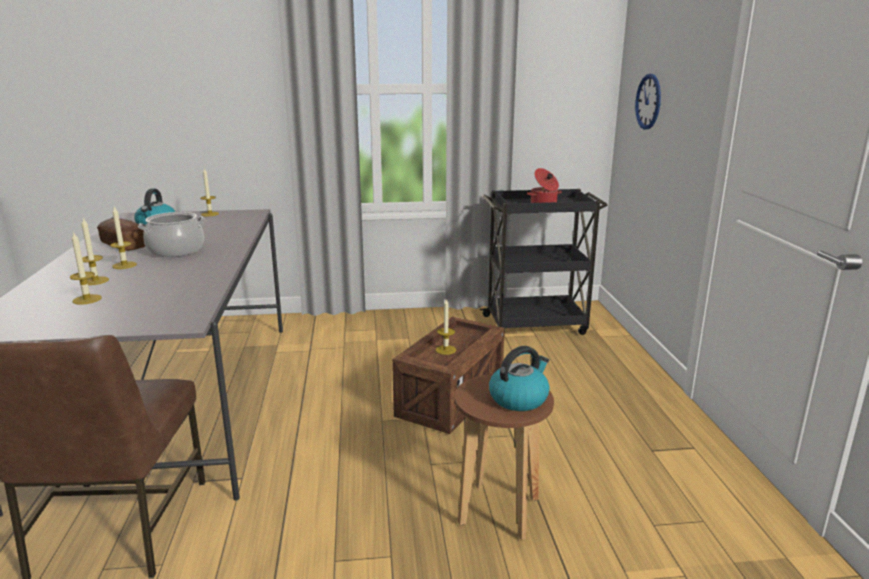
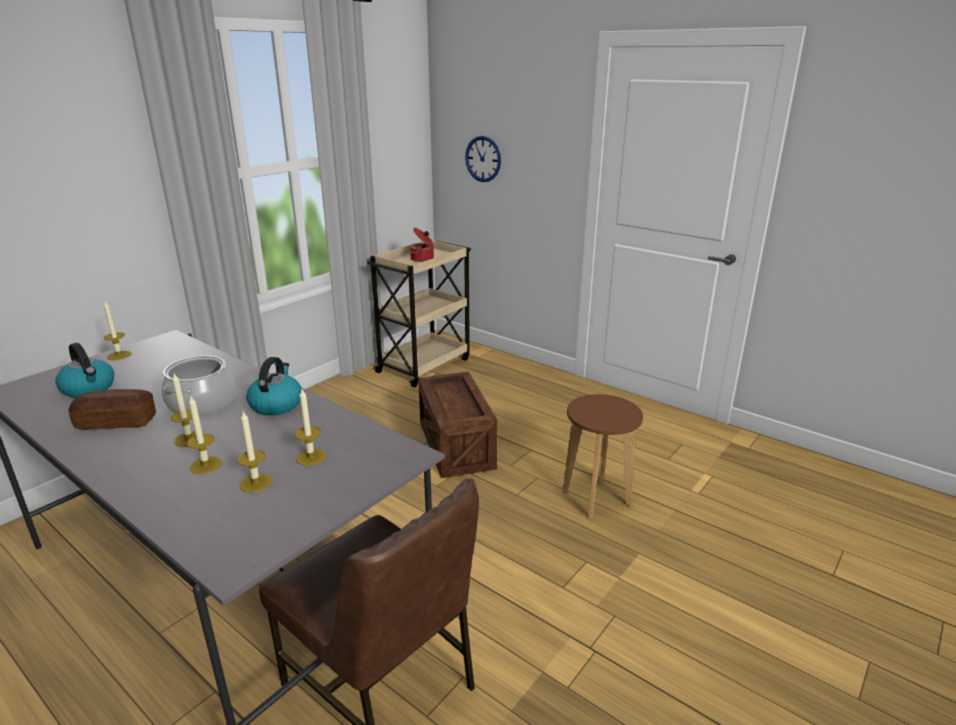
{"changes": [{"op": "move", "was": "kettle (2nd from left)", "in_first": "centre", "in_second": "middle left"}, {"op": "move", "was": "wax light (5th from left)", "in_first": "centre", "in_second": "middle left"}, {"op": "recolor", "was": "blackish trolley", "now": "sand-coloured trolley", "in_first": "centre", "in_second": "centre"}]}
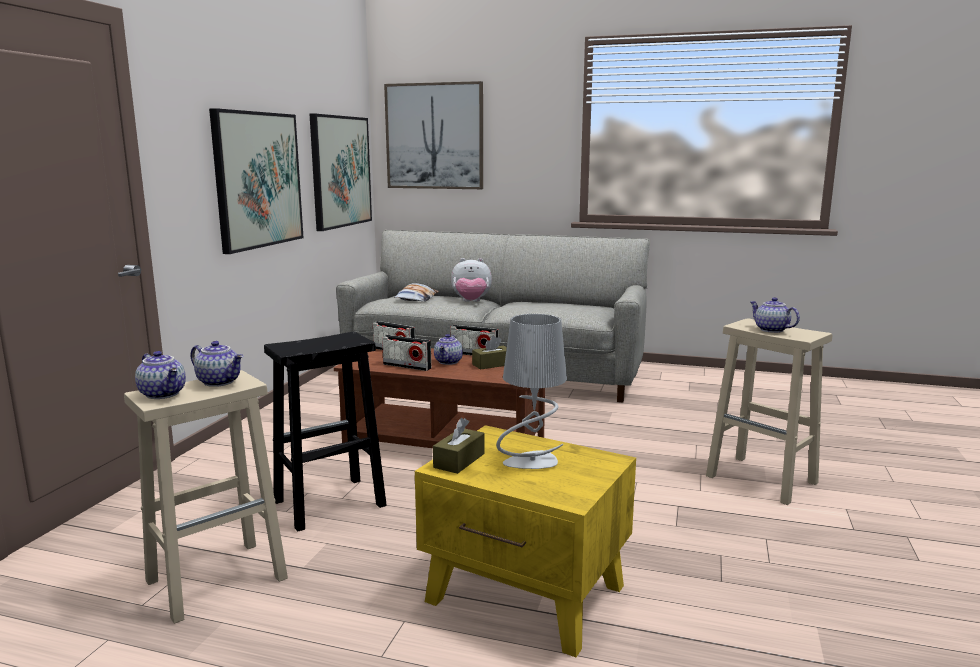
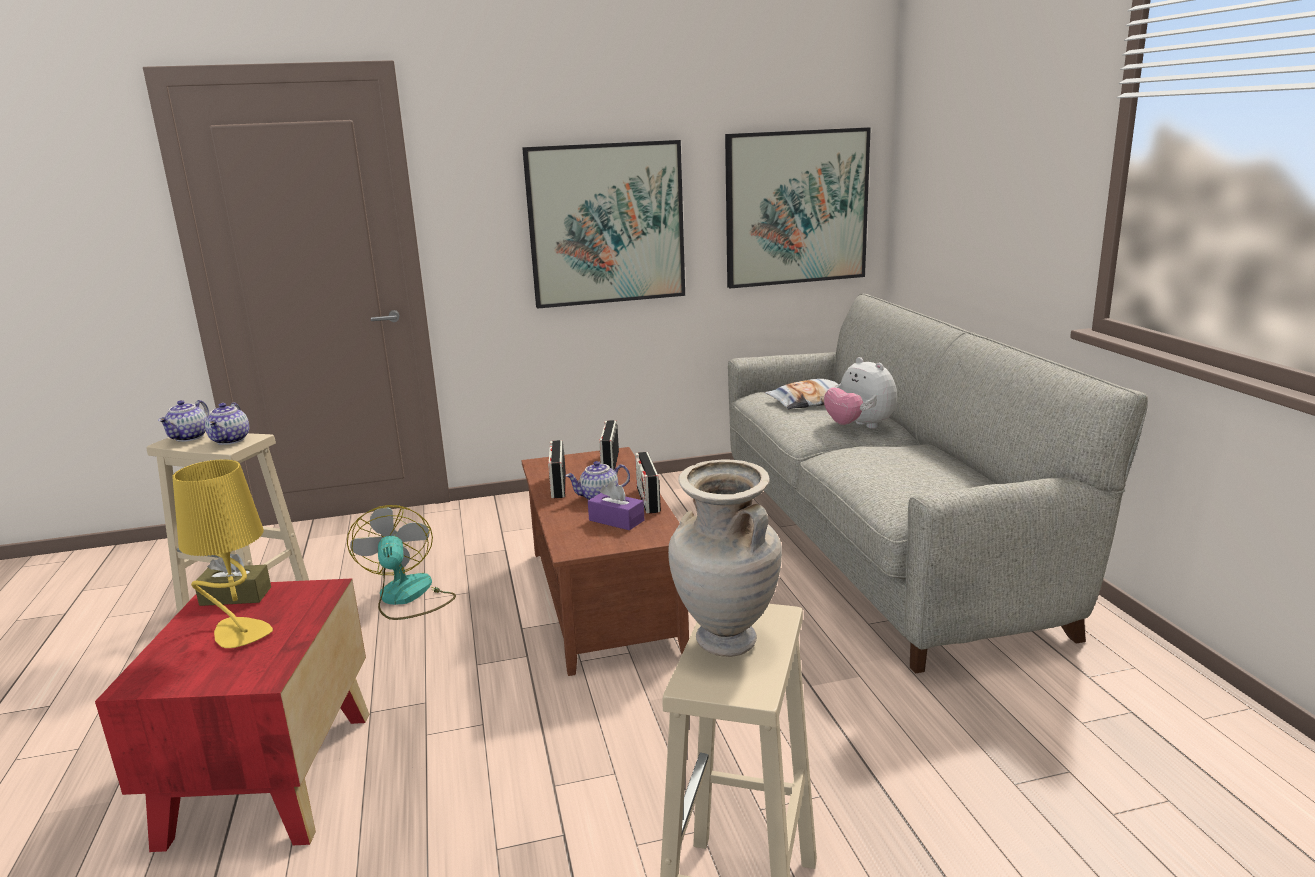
{"changes": [{"op": "recolor", "was": "yellow-coloured end table", "now": "red-coloured end table", "in_first": "bottom centre", "in_second": "bottom left"}, {"op": "recolor", "was": "gray lamp for a table", "now": "yellow-coloured lamp for a table", "in_first": "centre", "in_second": "middle left"}, {"op": "replace", "was": "blackish stool", "now": "cooling fan", "in_first": "middle left", "in_second": "middle left"}, {"op": "recolor", "was": "brown tissue holder (2nd from left)", "now": "purplish tissue holder", "in_first": "centre", "in_second": "centre"}, {"op": "replace", "was": "teapot (4th from left)", "now": "sand-coloured flower vase", "in_first": "middle right", "in_second": "centre"}, {"op": "delete", "was": "wall picture (3rd from left)", "in_first": "top centre"}]}
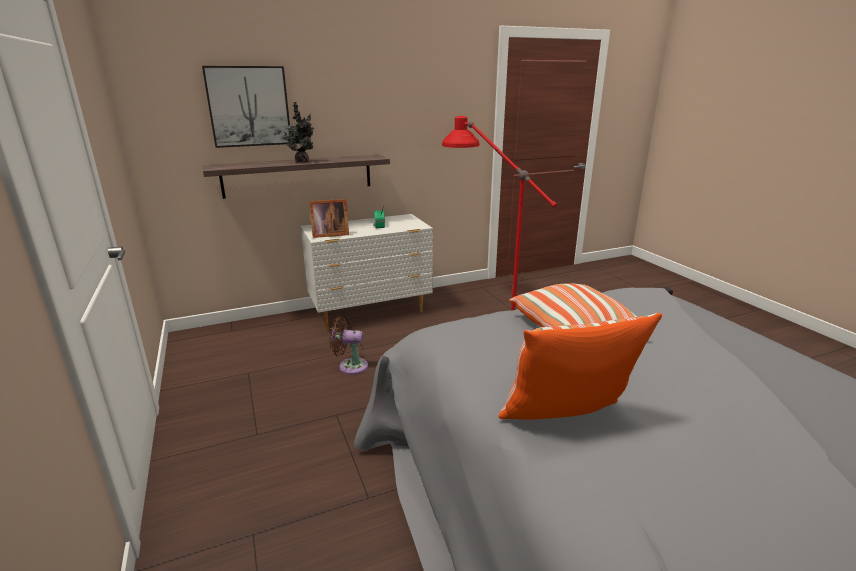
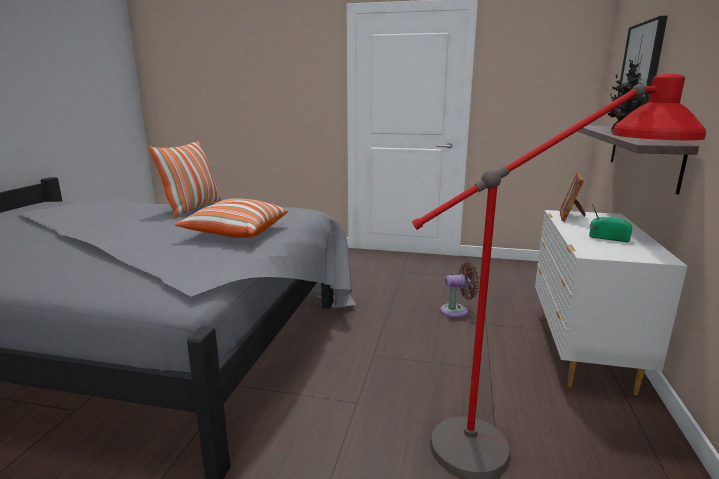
{"changes": [{"op": "rotate", "was": "brown cooling fan", "in_first": "centre", "in_second": "centre", "clockwise": 45}]}
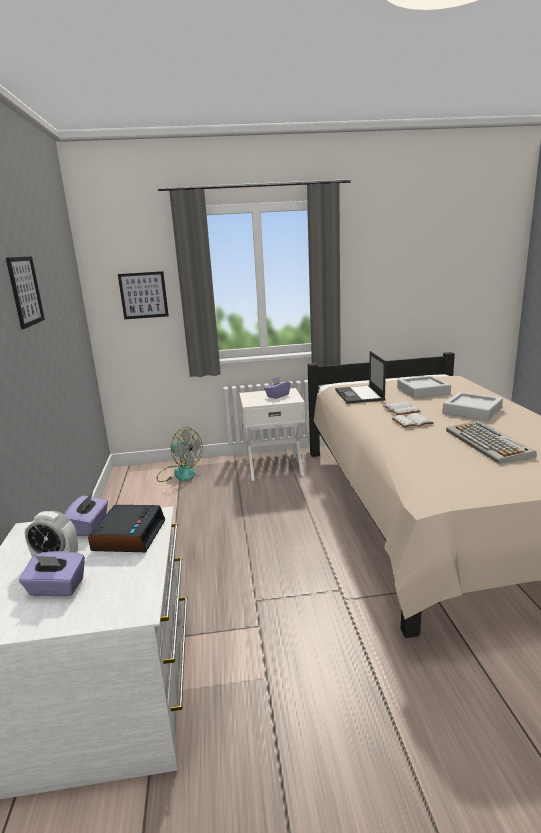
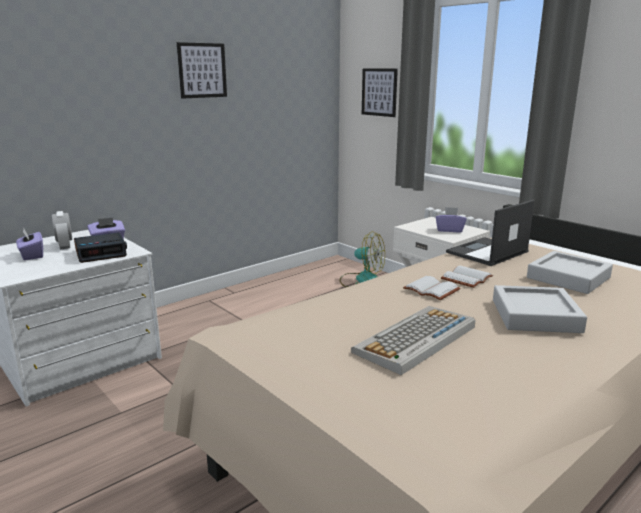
{"changes": [{"op": "rotate", "was": "cooling fan", "in_first": "middle left", "in_second": "centre", "clockwise": -60}]}
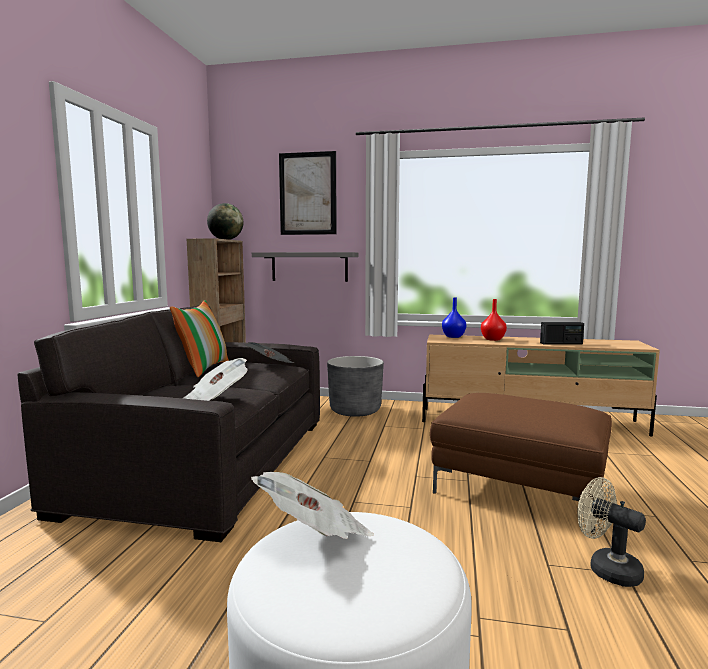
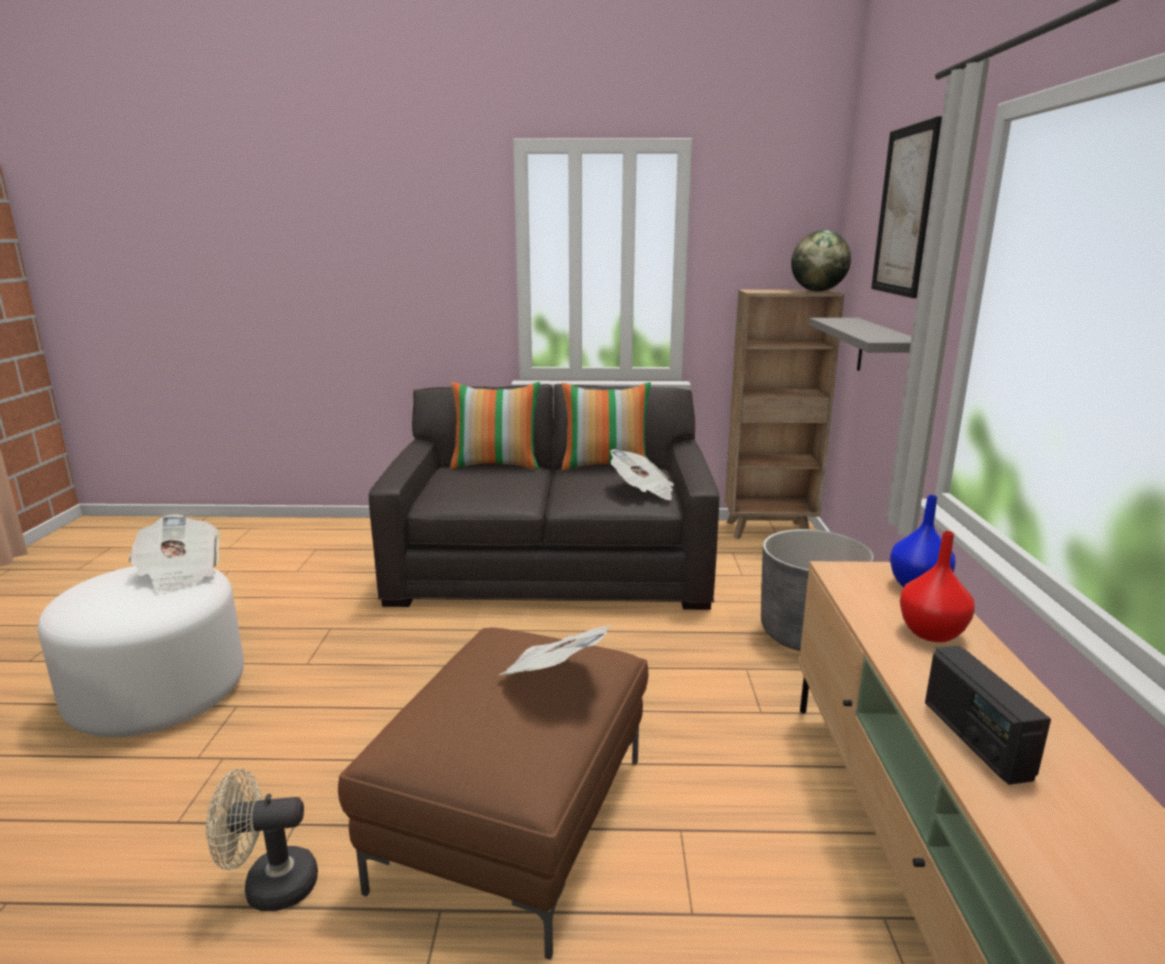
{"changes": [{"op": "rotate", "was": "sand-coloured cooling fan", "in_first": "bottom right", "in_second": "bottom left", "clockwise": -135}, {"op": "insert", "now": "pillow (1st from left)", "in_second": "centre"}, {"op": "move", "was": "printed paper (1st from left in the first image)", "now": "printed paper (2nd from left)", "in_first": "middle left", "in_second": "bottom centre"}]}
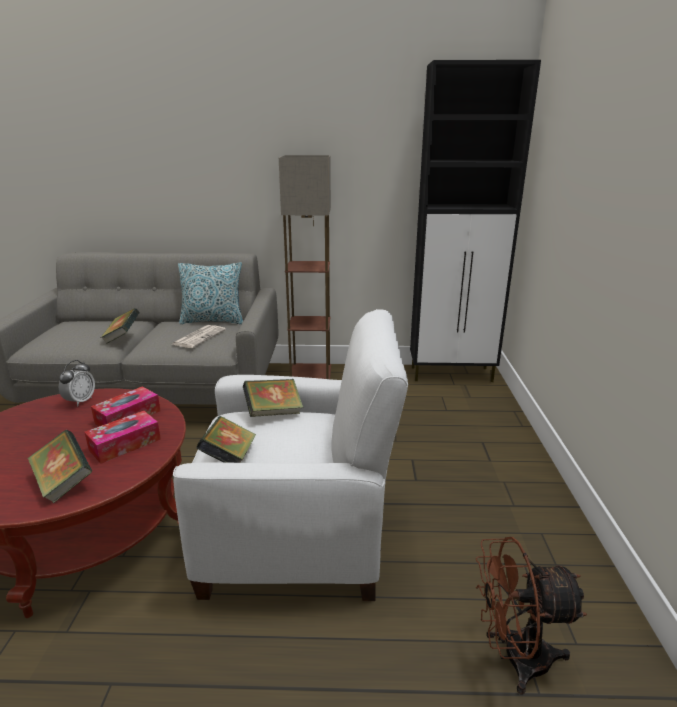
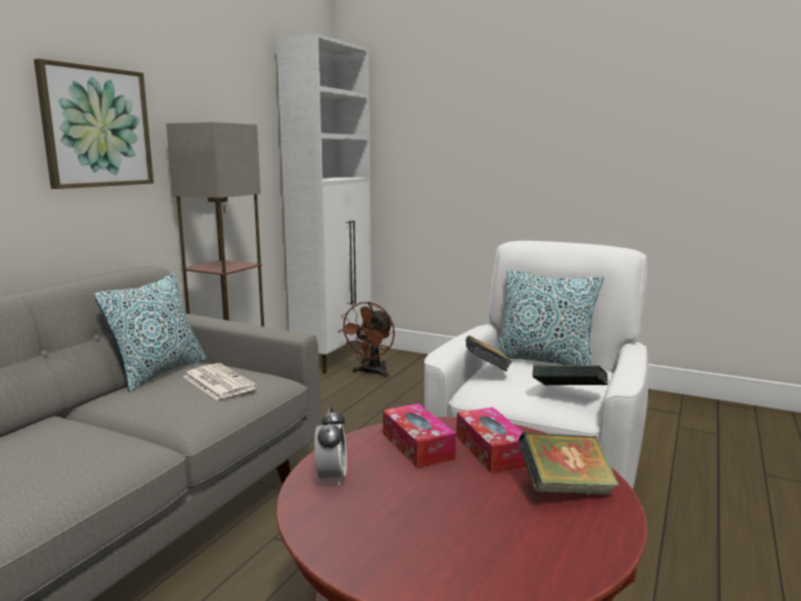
{"changes": [{"op": "insert", "now": "wall picture", "in_second": "top left"}, {"op": "recolor", "was": "blackish cupboard", "now": "whitish cupboard", "in_first": "top right", "in_second": "centre"}, {"op": "rotate", "was": "table clock", "in_first": "middle left", "in_second": "bottom centre", "clockwise": 45}, {"op": "move", "was": "brown cooling fan", "in_first": "bottom right", "in_second": "centre"}, {"op": "insert", "now": "pillow (2nd from left)", "in_second": "middle right"}, {"op": "delete", "was": "bound book (2nd from left)", "in_first": "middle left"}]}
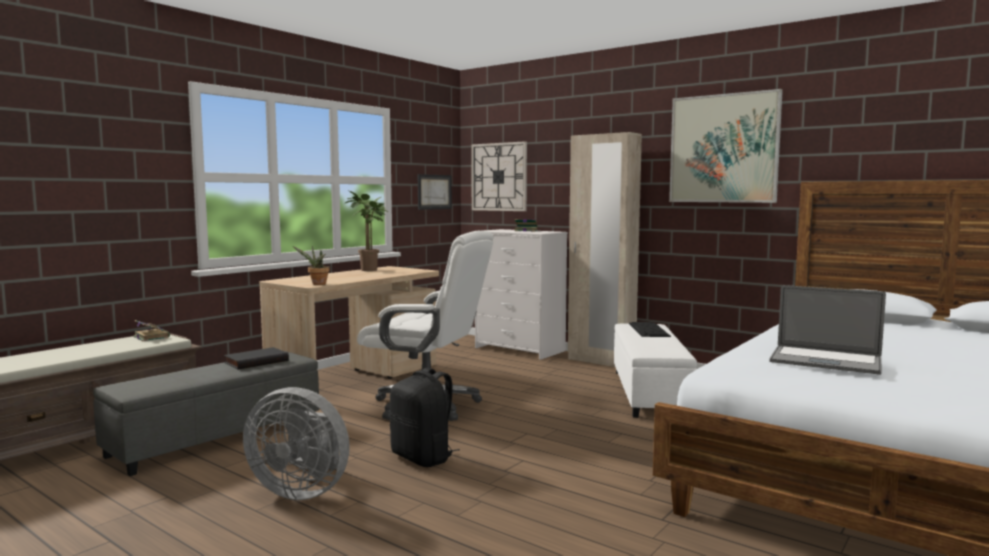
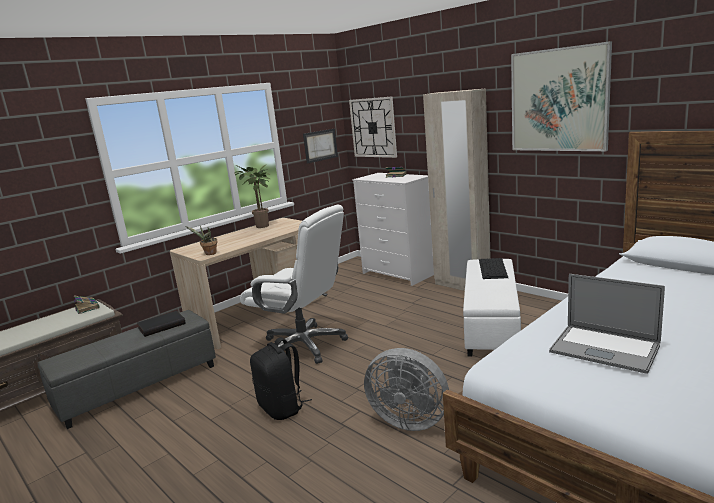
{"changes": [{"op": "move", "was": "gray cooling fan", "in_first": "bottom left", "in_second": "bottom centre"}]}
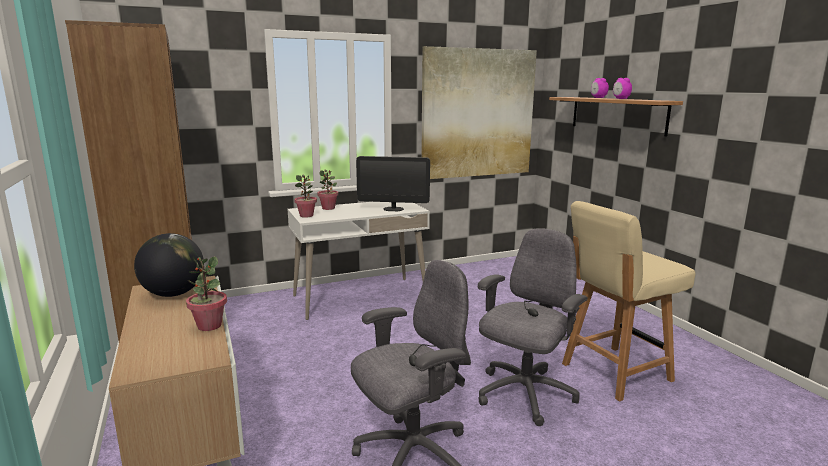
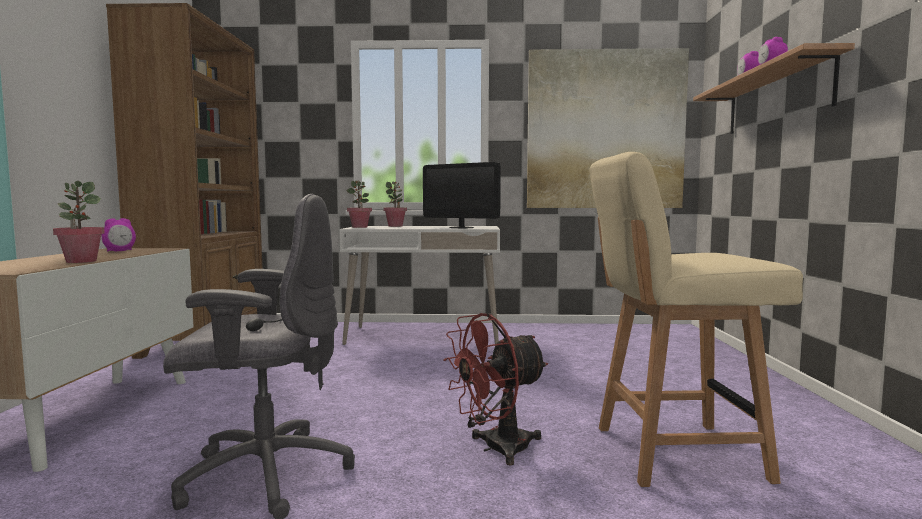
{"changes": [{"op": "replace", "was": "world globe", "now": "table clock (1st from left)", "in_first": "middle left", "in_second": "middle left"}, {"op": "replace", "was": "gray office chair (2nd from left)", "now": "red-coloured cooling fan", "in_first": "bottom centre", "in_second": "bottom centre"}]}
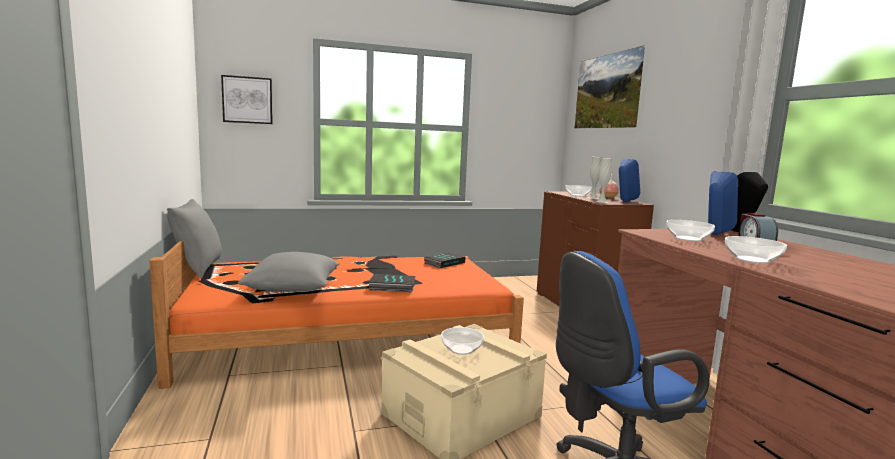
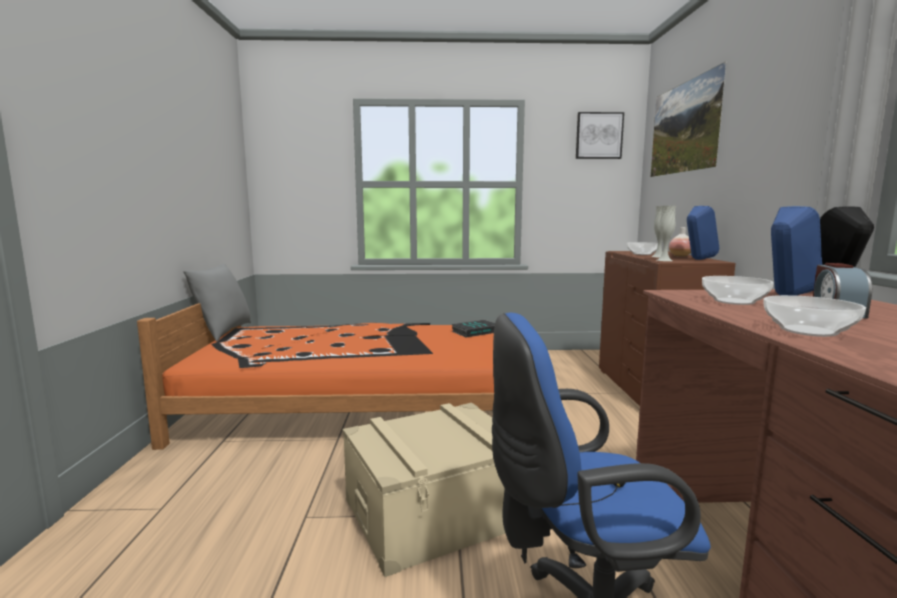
{"changes": [{"op": "move", "was": "wall picture (1st from left)", "in_first": "top left", "in_second": "top right"}, {"op": "delete", "was": "gray pillow (2nd from left)", "in_first": "middle left"}, {"op": "delete", "was": "bound book (1st from left)", "in_first": "centre"}, {"op": "delete", "was": "serving bowl (1st from left)", "in_first": "bottom centre"}]}
